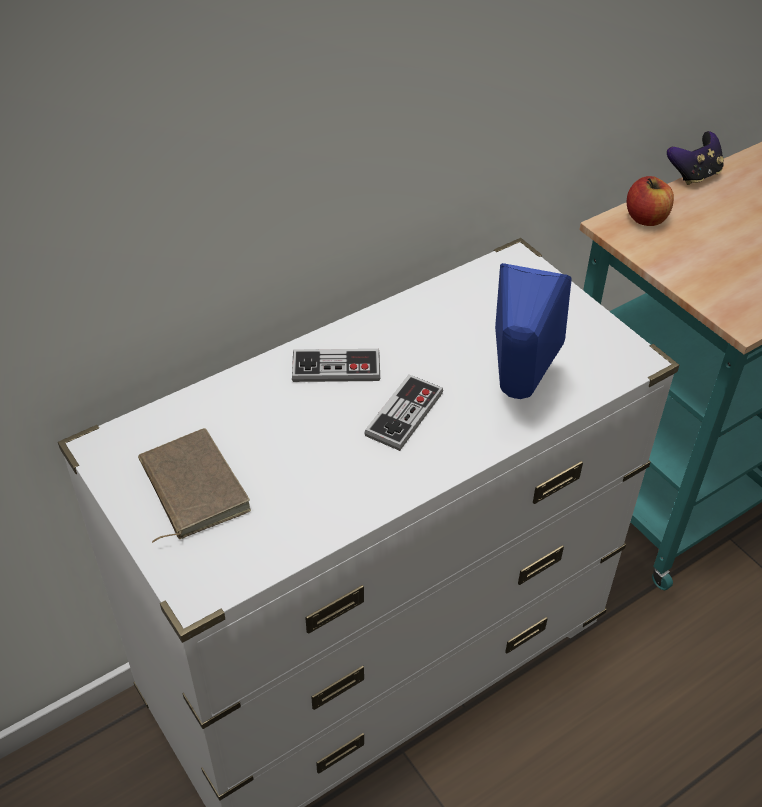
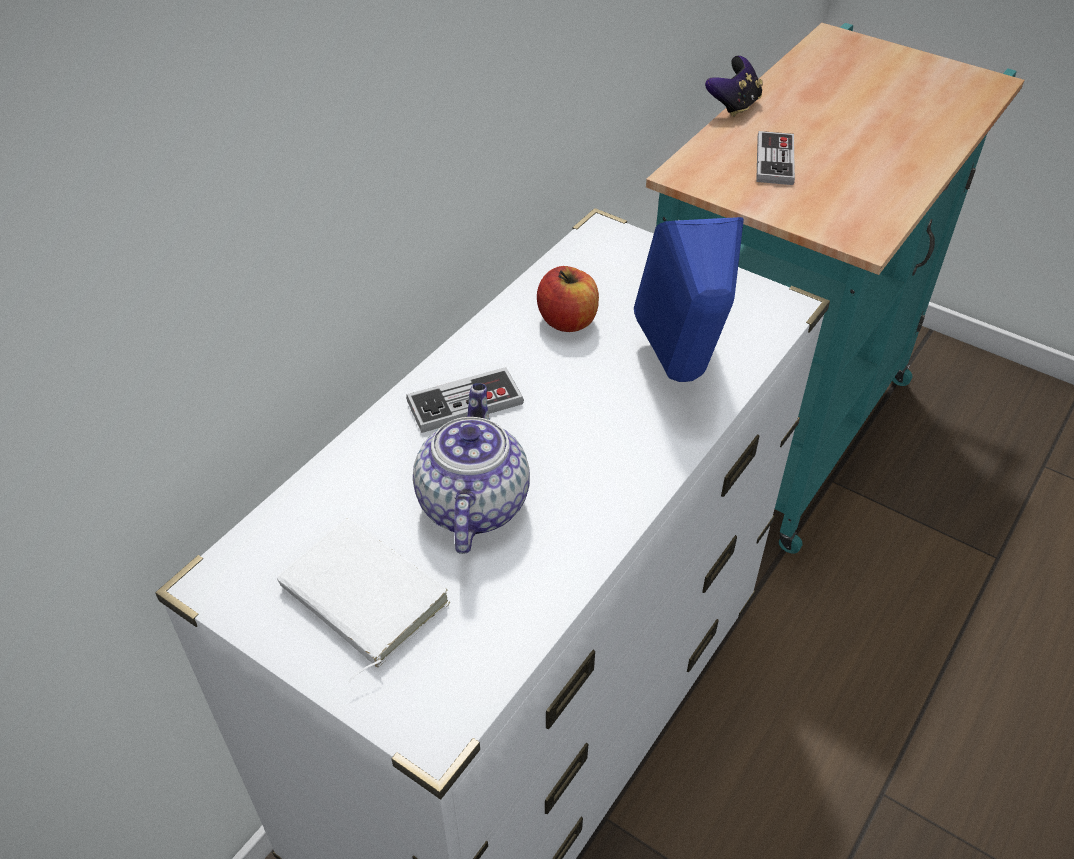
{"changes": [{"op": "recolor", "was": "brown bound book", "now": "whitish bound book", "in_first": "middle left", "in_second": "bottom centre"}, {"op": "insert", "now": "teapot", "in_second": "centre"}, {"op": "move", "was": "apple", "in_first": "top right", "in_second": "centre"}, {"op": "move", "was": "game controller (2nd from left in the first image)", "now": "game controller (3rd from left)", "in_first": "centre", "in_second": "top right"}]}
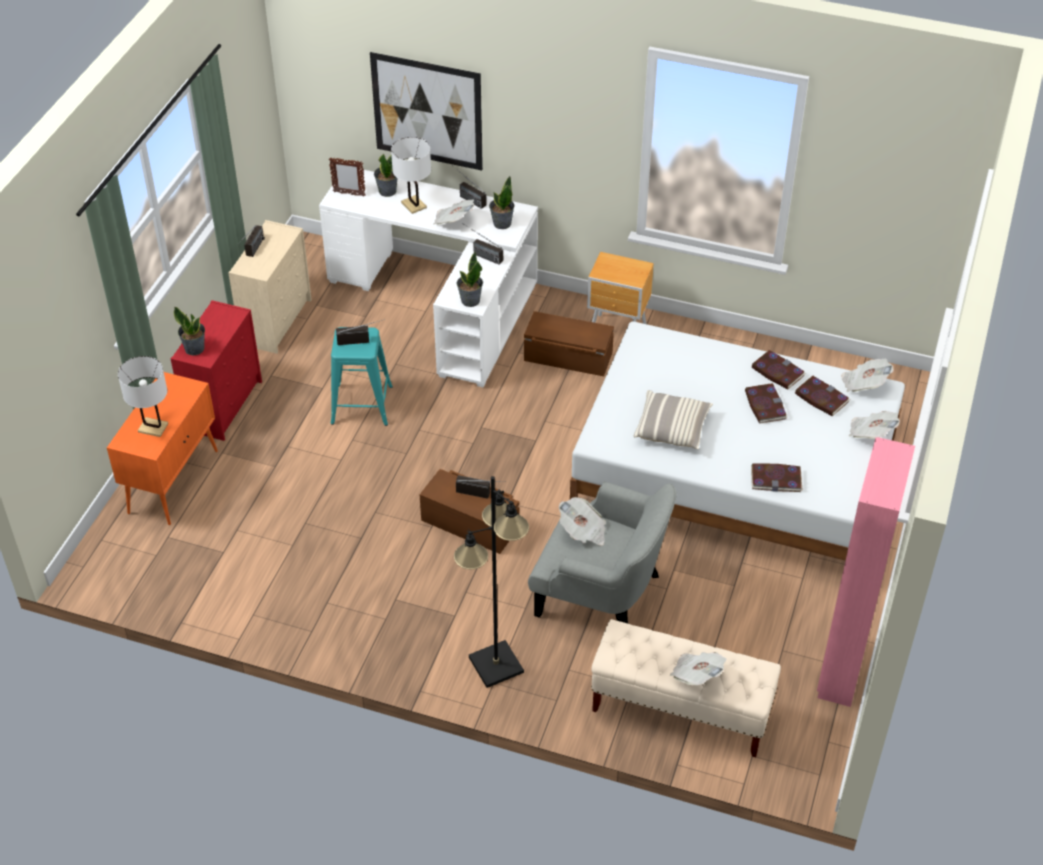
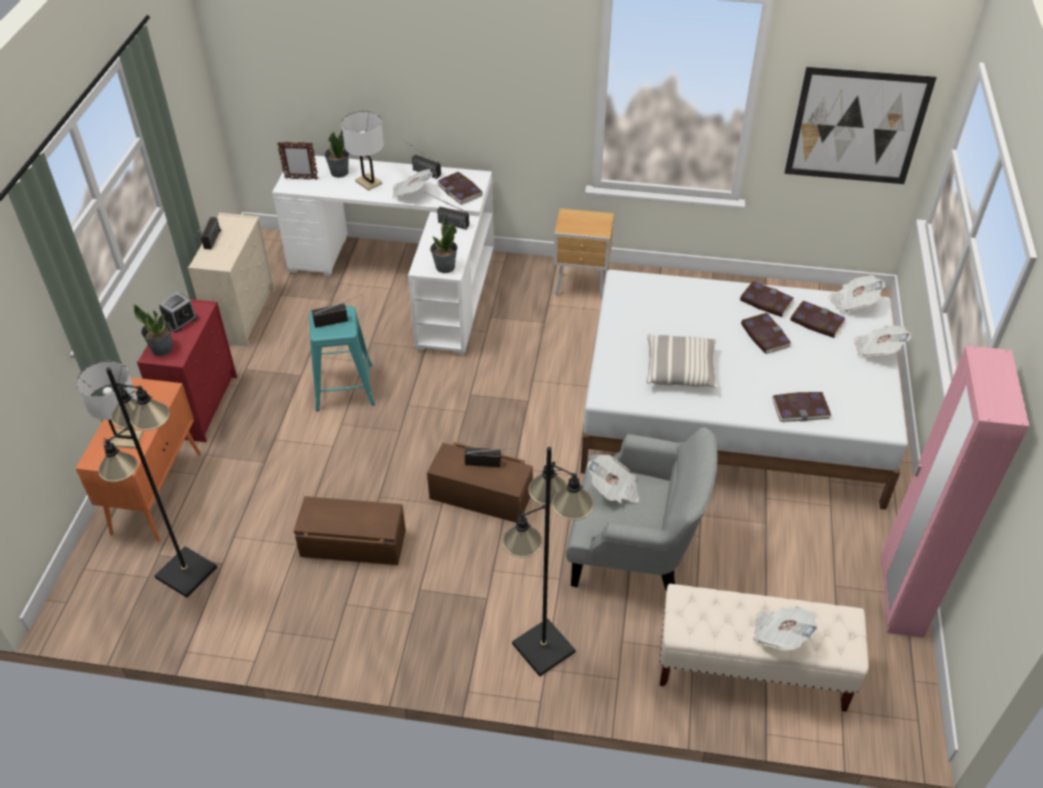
{"changes": [{"op": "insert", "now": "blackish standard lamp (1st from left)", "in_second": "middle left"}, {"op": "insert", "now": "table clock", "in_second": "middle left"}, {"op": "move", "was": "brown storage bin (2nd from left in the first image)", "now": "brown storage bin (1st from left)", "in_first": "centre", "in_second": "bottom centre"}, {"op": "replace", "was": "houseplant (4th from left)", "now": "bound book (1st from left)", "in_first": "top centre", "in_second": "top centre"}, {"op": "move", "was": "wall picture", "in_first": "top centre", "in_second": "top right"}]}
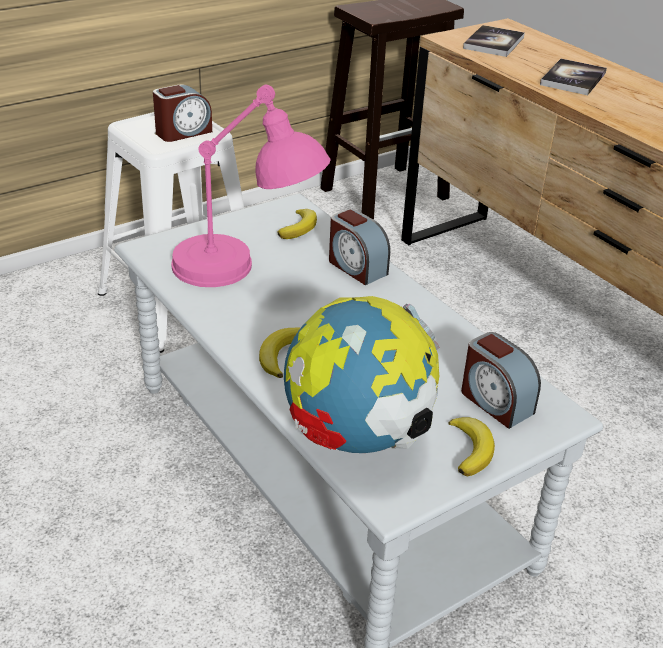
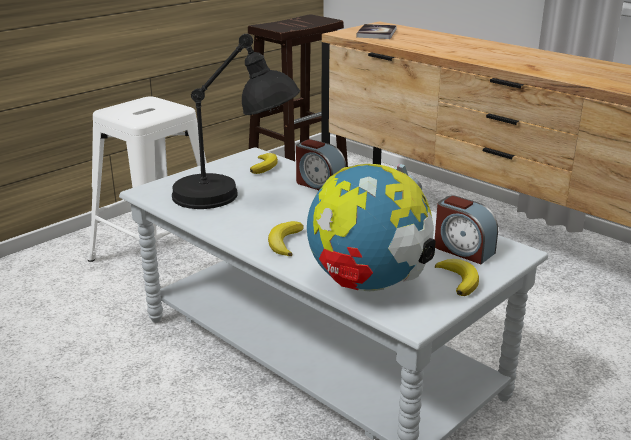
{"changes": [{"op": "recolor", "was": "pink lamp for a table", "now": "blackish lamp for a table", "in_first": "top centre", "in_second": "top centre"}, {"op": "delete", "was": "table clock (1st from left)", "in_first": "top left"}, {"op": "delete", "was": "bound book (2nd from left)", "in_first": "top right"}]}
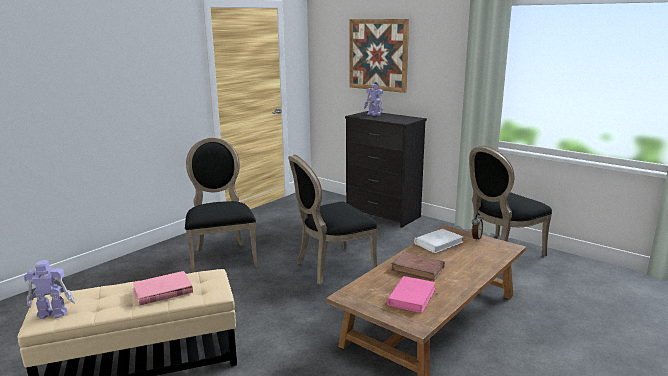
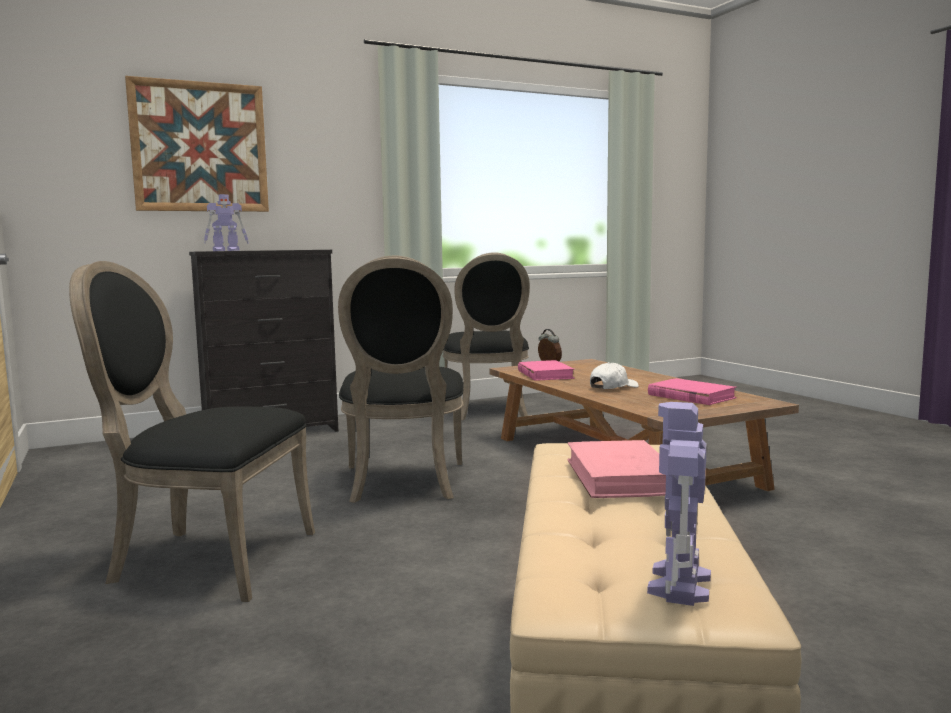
{"changes": [{"op": "recolor", "was": "whitish bound book", "now": "pink bound book (1st from left)", "in_first": "centre", "in_second": "centre"}, {"op": "replace", "was": "brown bound book", "now": "whitish cap", "in_first": "bottom centre", "in_second": "centre"}]}
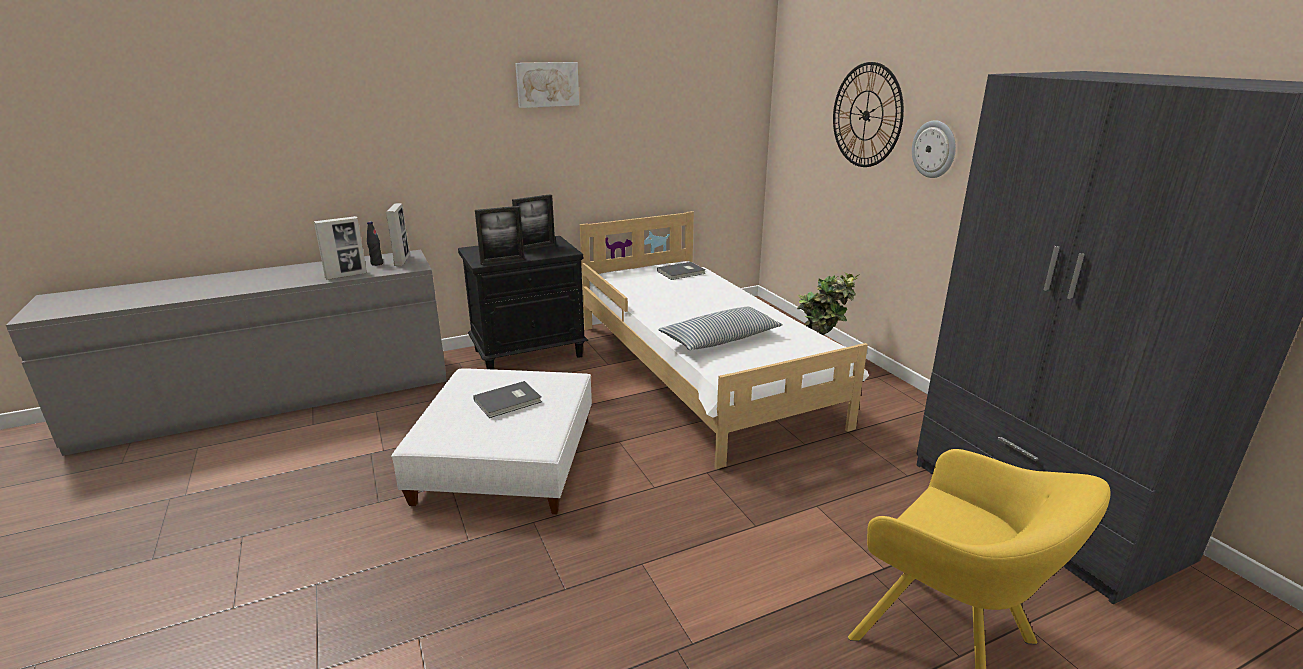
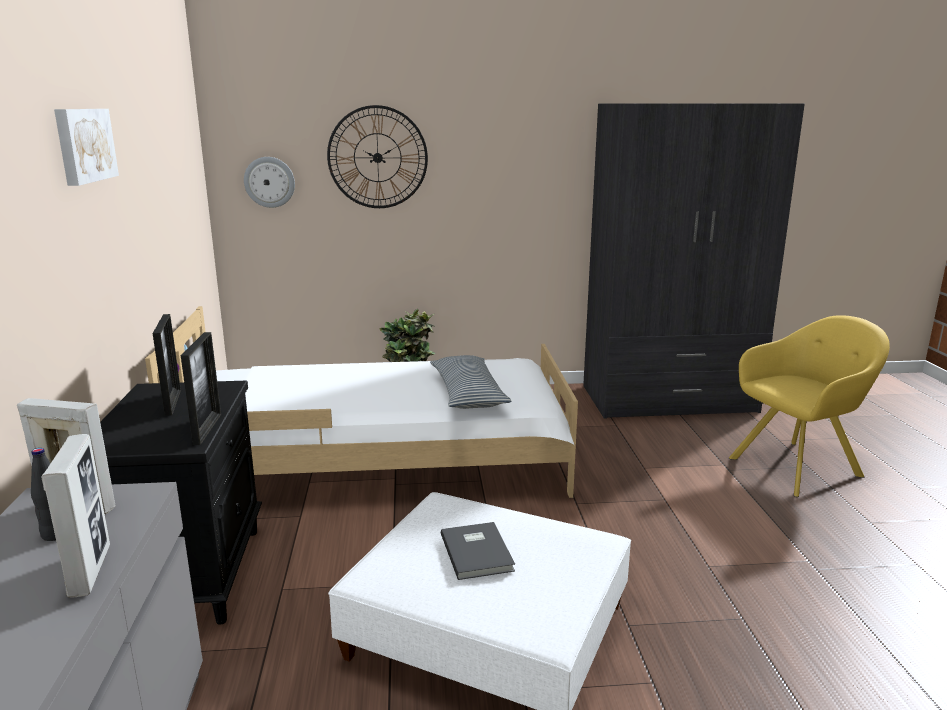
{"changes": [{"op": "move", "was": "clock on the wall (2nd from left in the first image)", "now": "clock on the wall (1st from left)", "in_first": "top right", "in_second": "top left"}, {"op": "delete", "was": "gray bound book (2nd from left)", "in_first": "centre"}]}
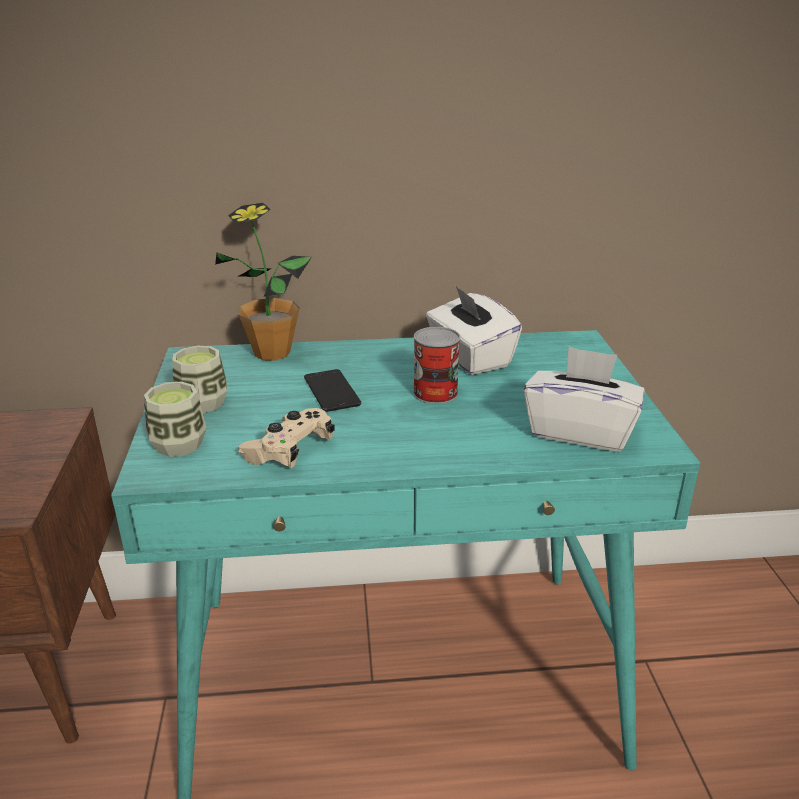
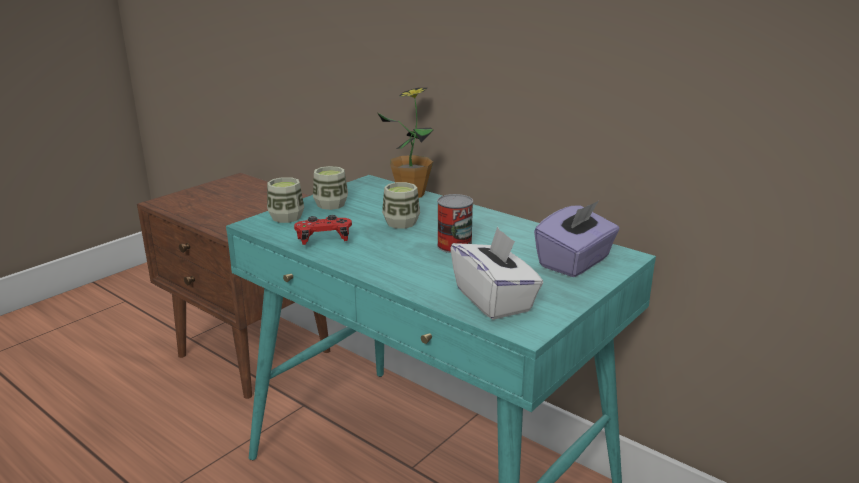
{"changes": [{"op": "recolor", "was": "sand-coloured game controller", "now": "red-coloured game controller", "in_first": "centre", "in_second": "centre"}, {"op": "replace", "was": "handset", "now": "small cup (3rd from left)", "in_first": "centre", "in_second": "centre"}, {"op": "insert", "now": "purplish tissue holder", "in_second": "middle right"}, {"op": "delete", "was": "whitish tissue holder (1st from left)", "in_first": "centre"}]}
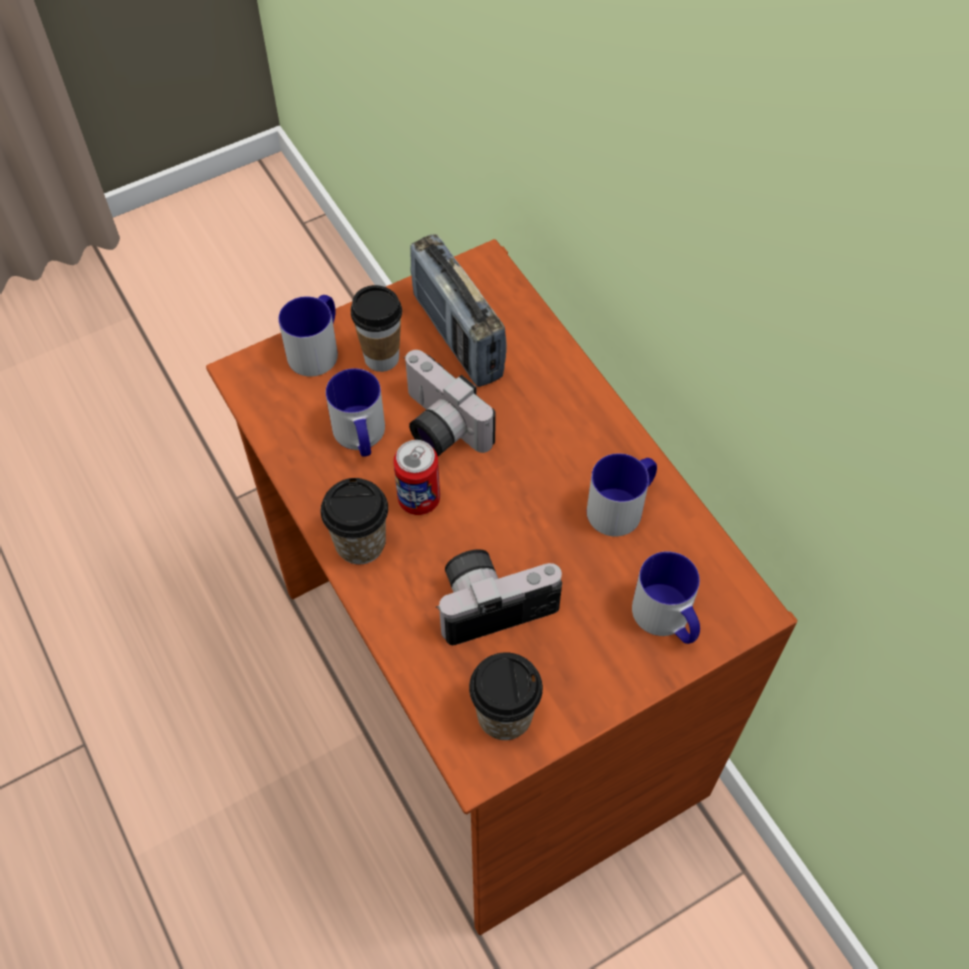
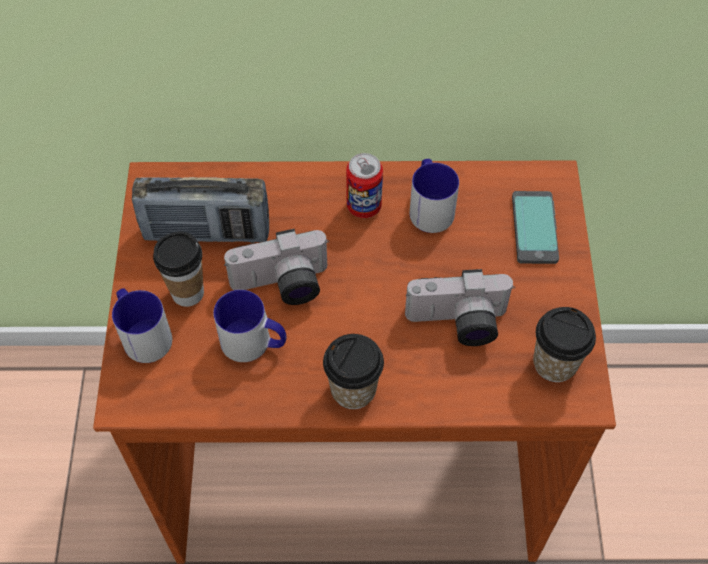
{"changes": [{"op": "move", "was": "sealed can", "in_first": "centre", "in_second": "top centre"}, {"op": "rotate", "was": "still camera (2nd from left)", "in_first": "centre", "in_second": "centre", "clockwise": -105}, {"op": "replace", "was": "mug (4th from left)", "now": "handset", "in_first": "middle right", "in_second": "middle right"}]}
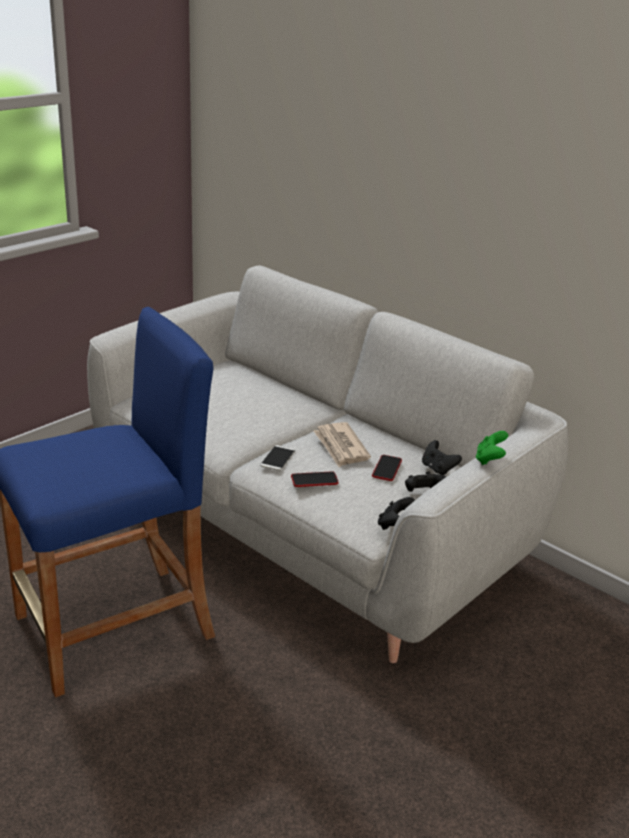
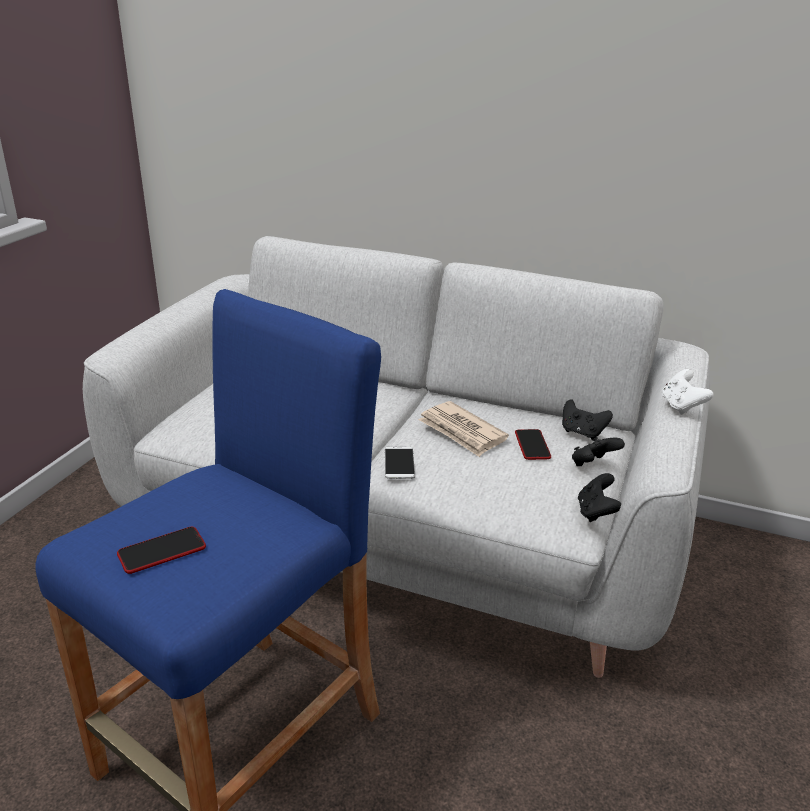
{"changes": [{"op": "move", "was": "handset (2nd from left in the first image)", "now": "handset (1st from left)", "in_first": "centre", "in_second": "bottom left"}, {"op": "recolor", "was": "greenish game controller", "now": "whitish game controller", "in_first": "middle right", "in_second": "middle right"}]}
